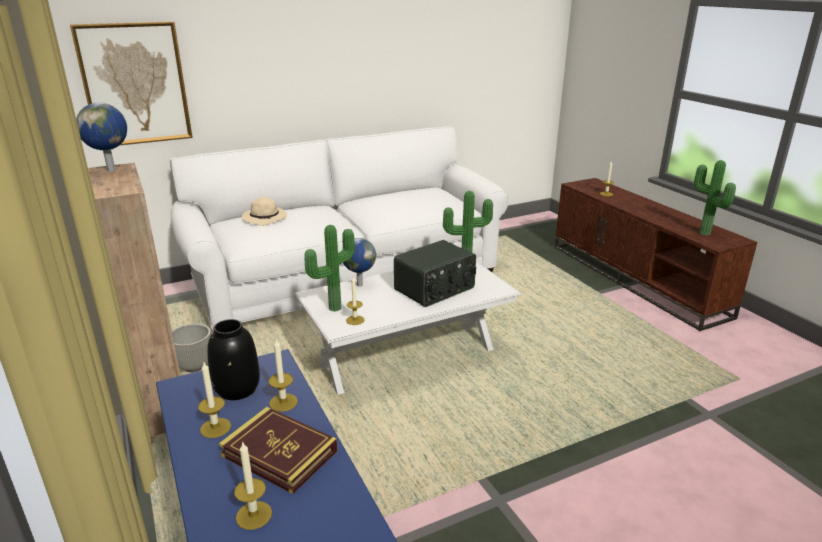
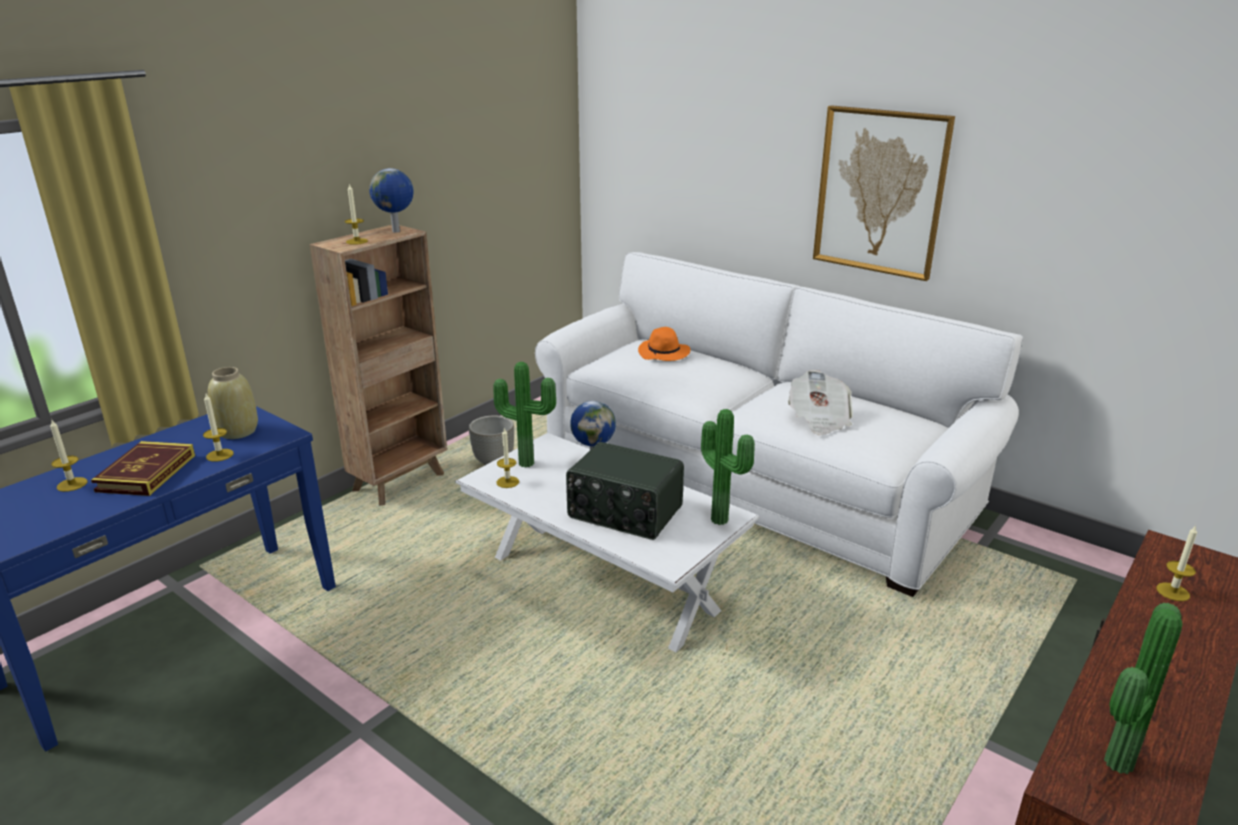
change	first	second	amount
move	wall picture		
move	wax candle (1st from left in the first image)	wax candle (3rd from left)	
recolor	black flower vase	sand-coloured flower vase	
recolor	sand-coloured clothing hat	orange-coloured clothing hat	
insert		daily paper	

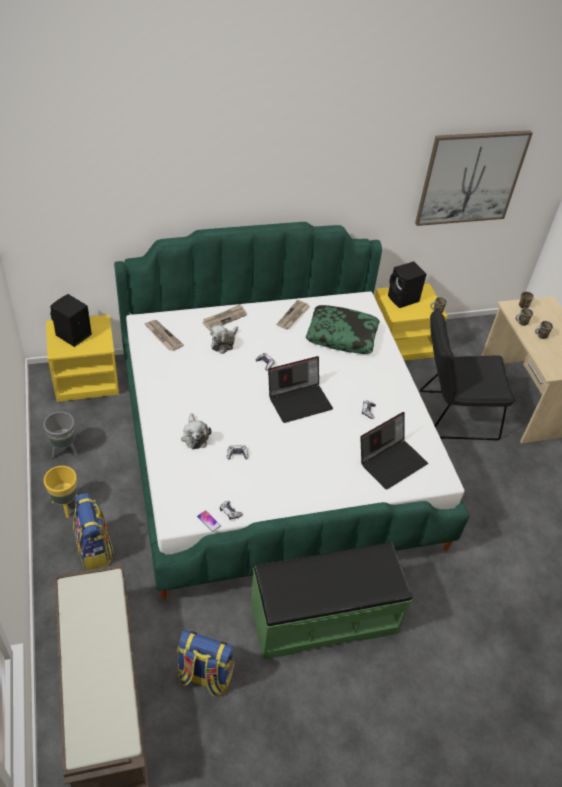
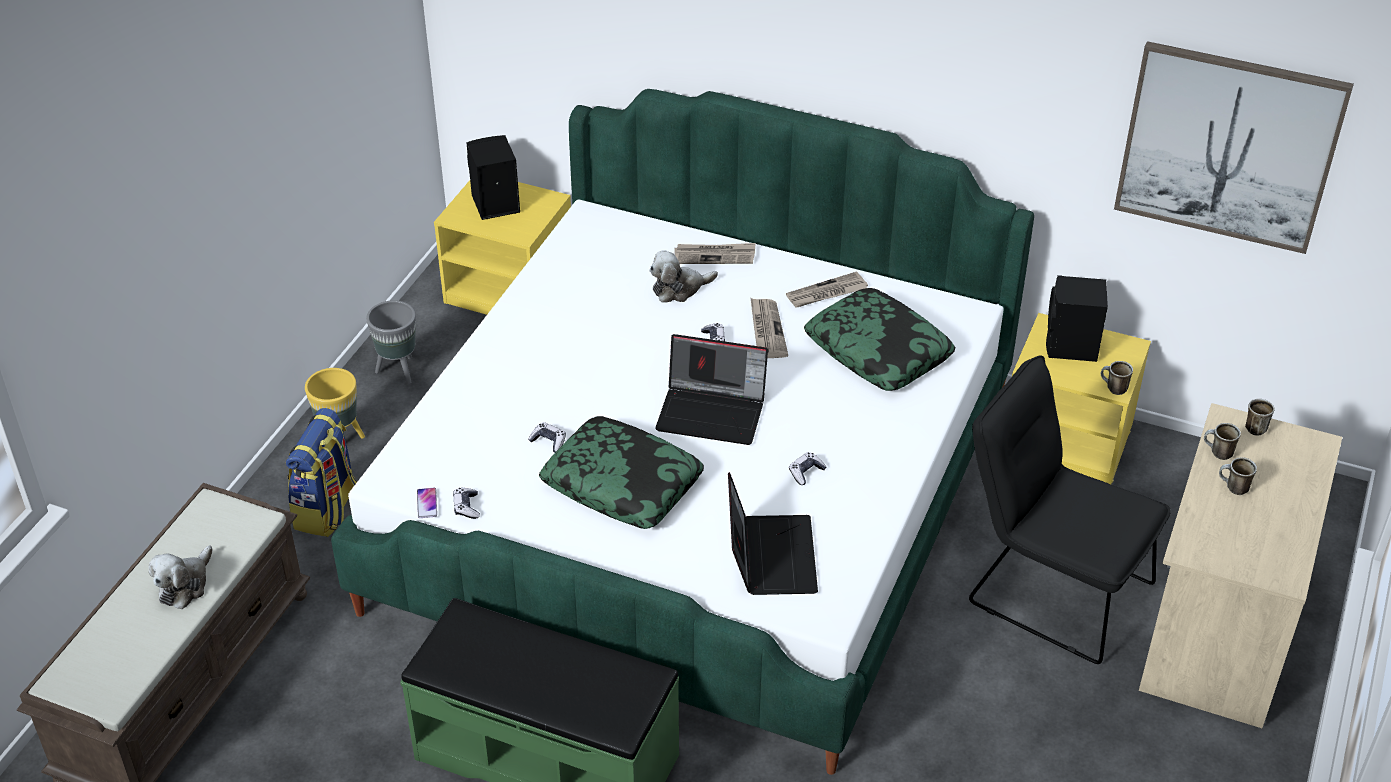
change	first	second	amount
move	daily paper (1st from left in the first image)	daily paper (2nd from left)	
delete	knapsack (2nd from left)		
move	cuddly toy (1st from left)		
rotate	portable computer (2nd from left)		90 degrees counterclockwise
insert		cushion (1st from left)	

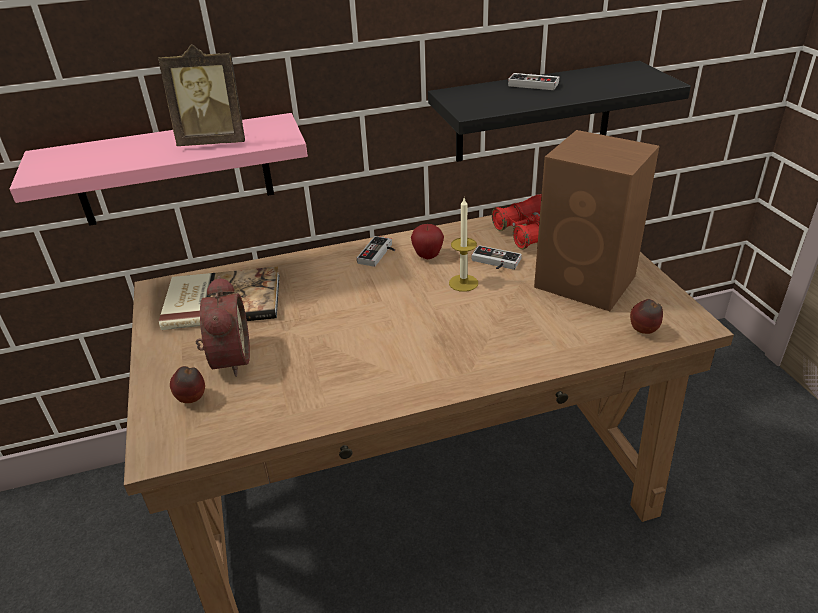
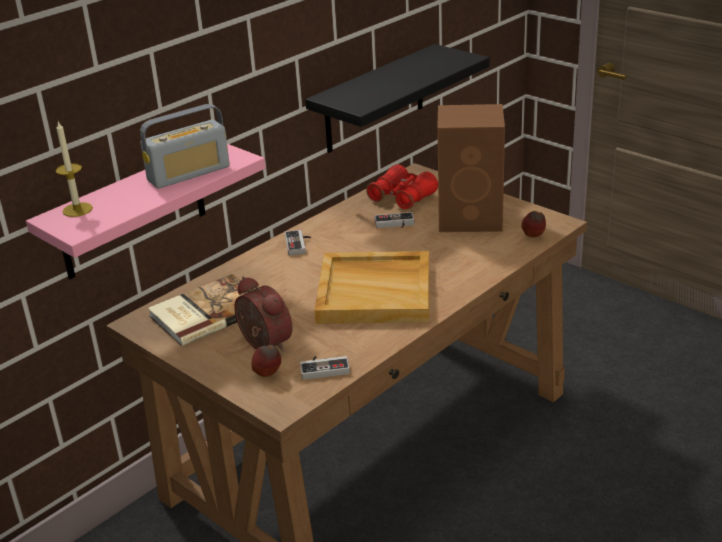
change	first	second	amount
replace	photo frame	radio	
delete	apple fruit (2nd from left)		
move	wax candle		
move	game controller (3rd from left in the first image)	game controller (2nd from left)	
insert		sand-coloured serving tray	

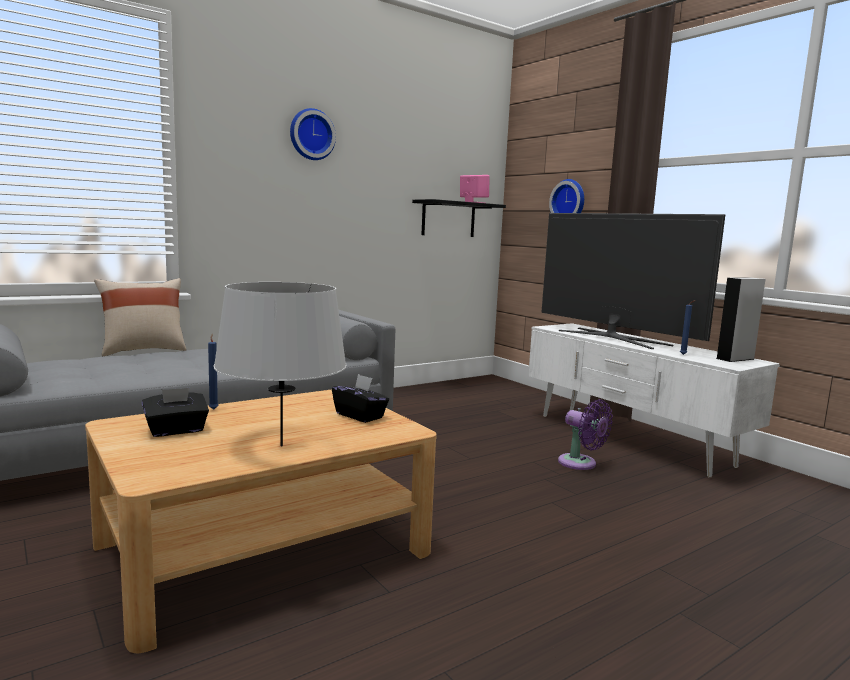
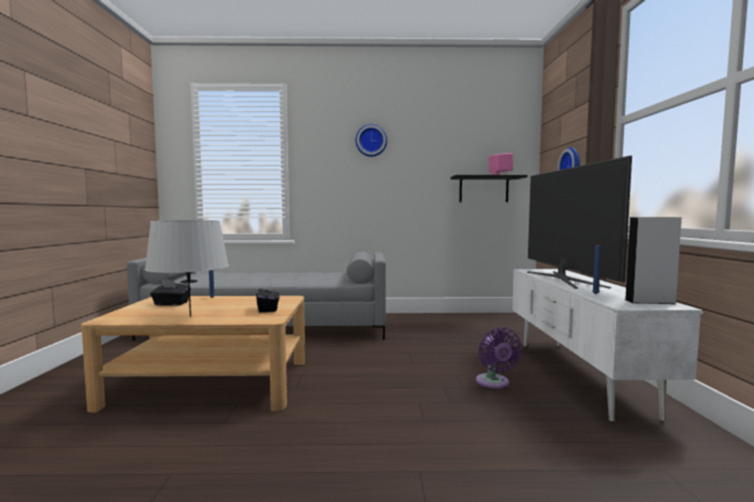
change	first	second	amount
delete	sand-coloured cushion		

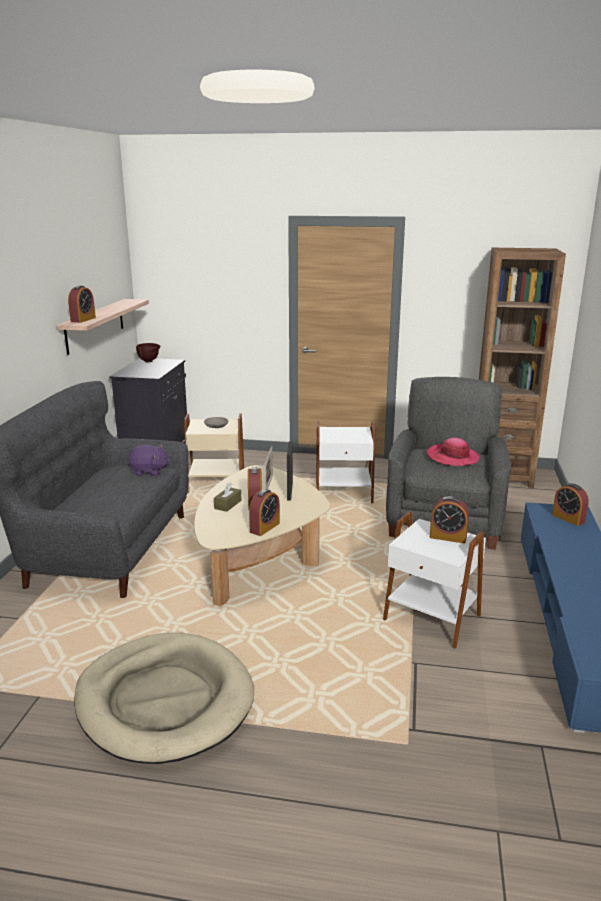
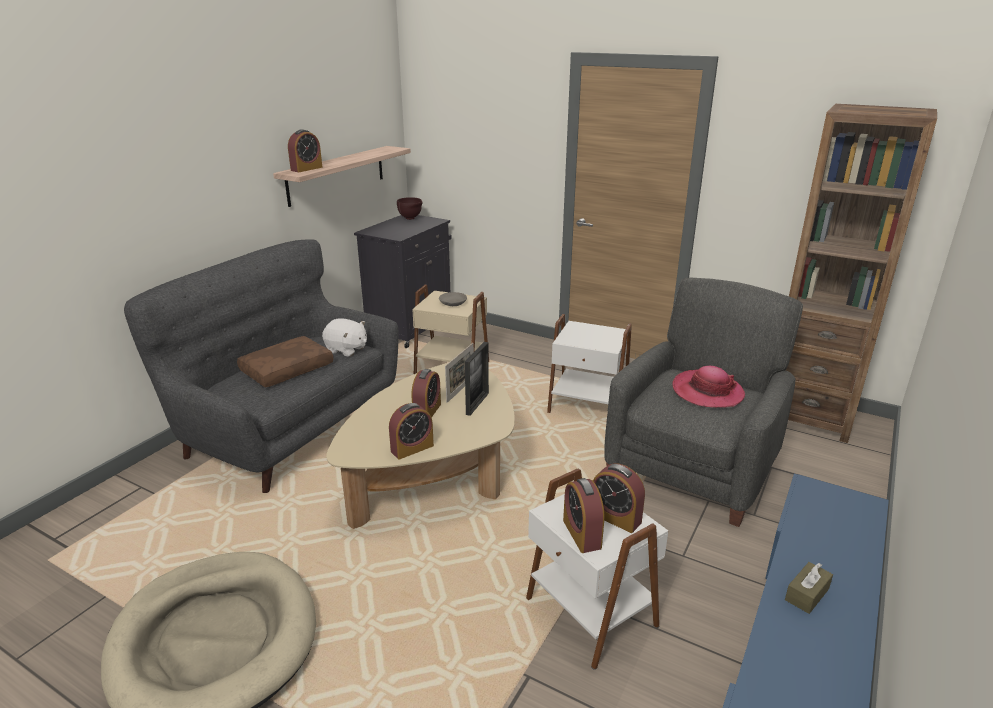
change	first	second	amount
recolor	purple cuddly toy	white-coloured cuddly toy	
move	brown-coloured box of tissues		
move	table clock (5th from left in the first image)	table clock (4th from left)	
insert		brown-coloured cushion	

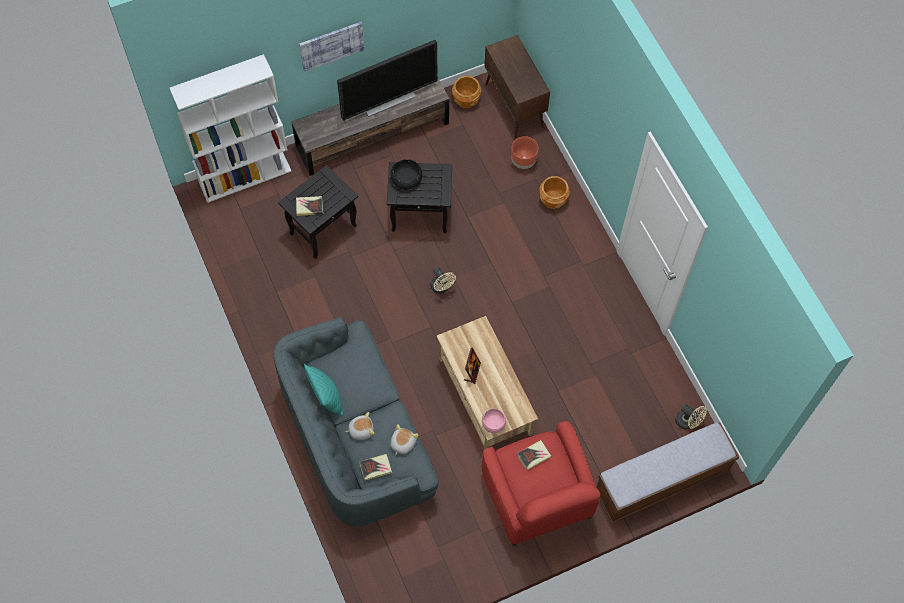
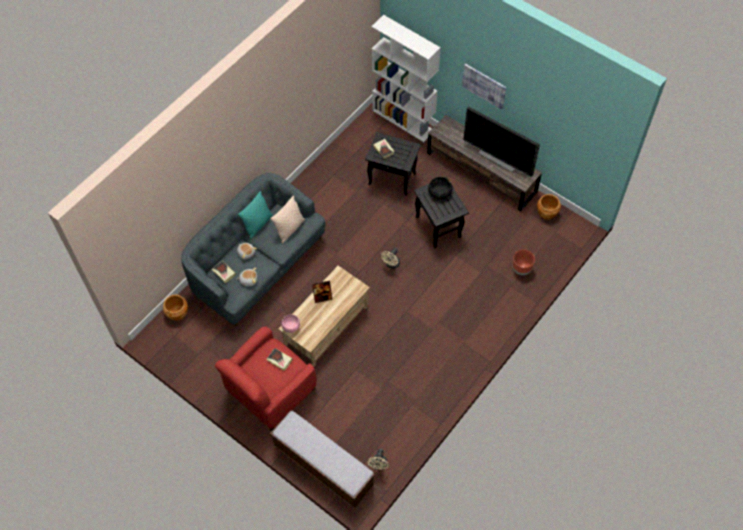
change	first	second	amount
delete	brown-coloured storage cabinet		
move	brown-coloured plant pot (3rd from left in the first image)	brown-coloured plant pot (1st from left)	
insert		sand-coloured cushion	

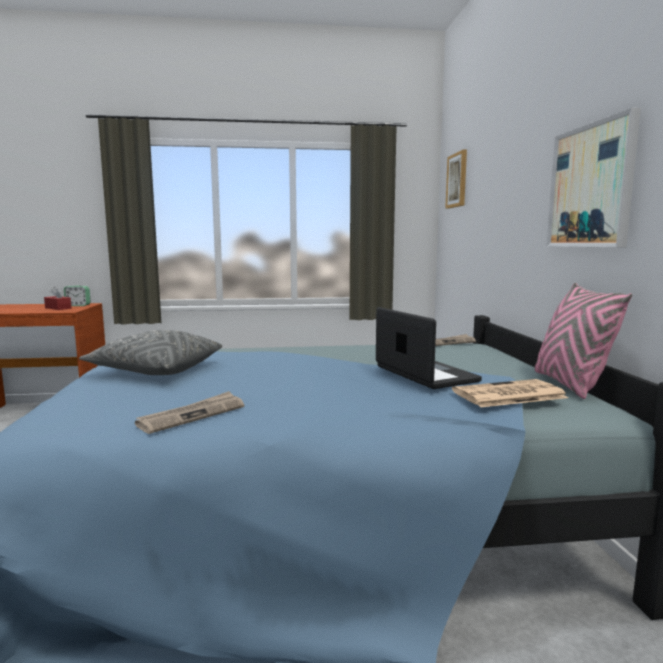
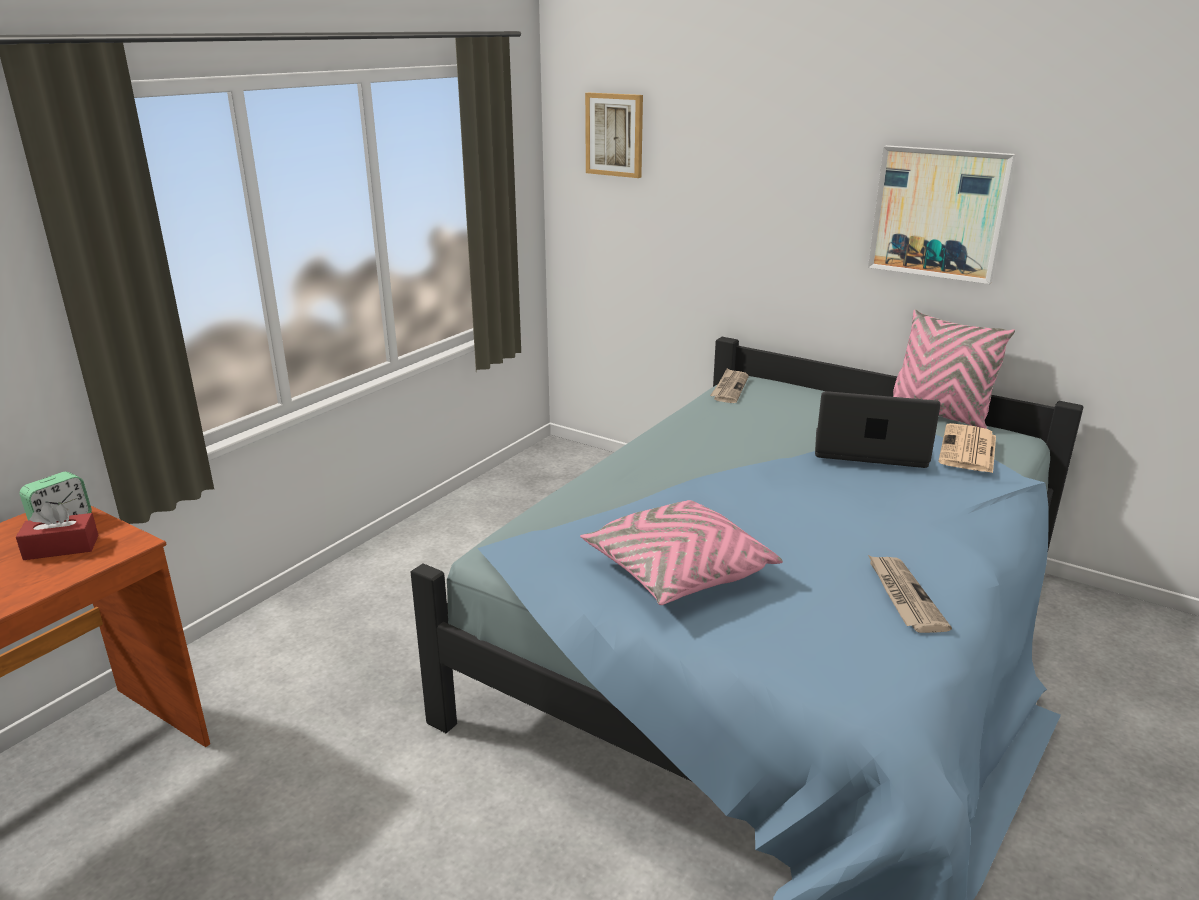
change	first	second	amount
recolor	greyish cushion	pinkish cushion (1st from left)	

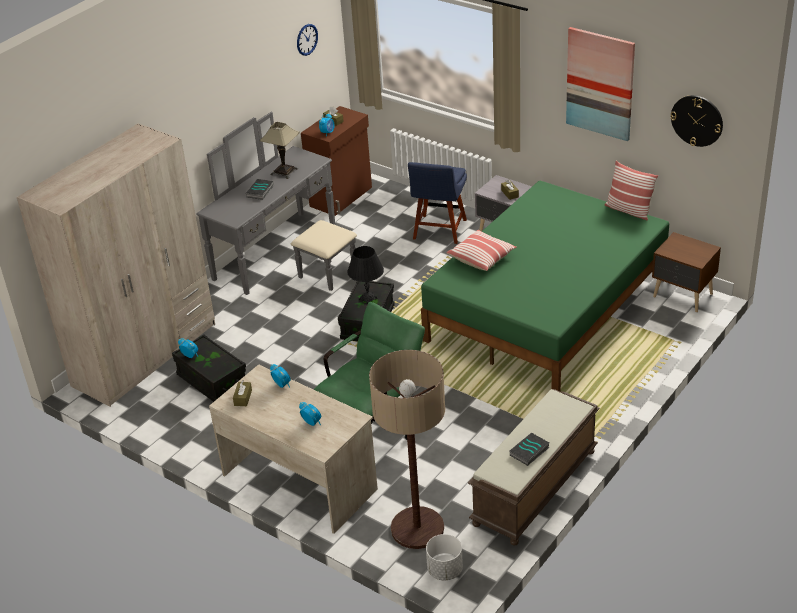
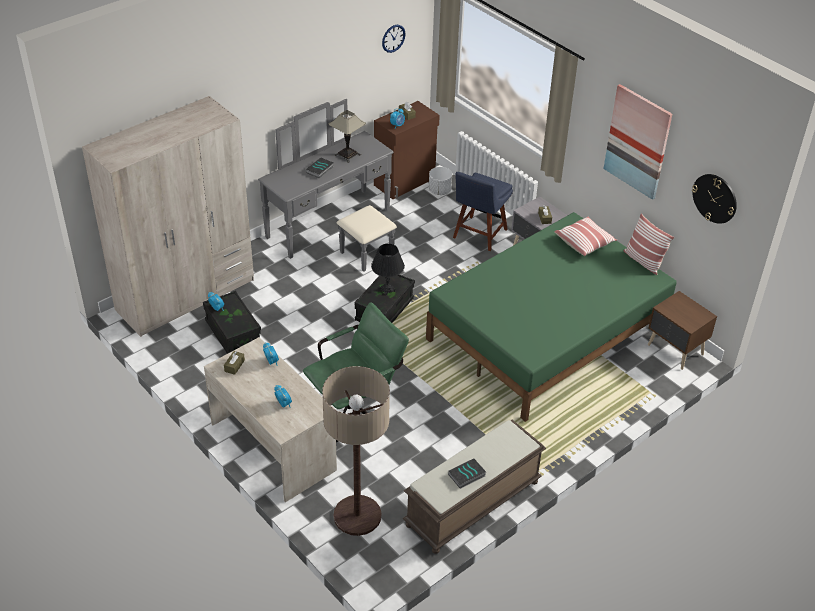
change	first	second	amount
move	white-coloured plant pot		
move	cushion (1st from left)		

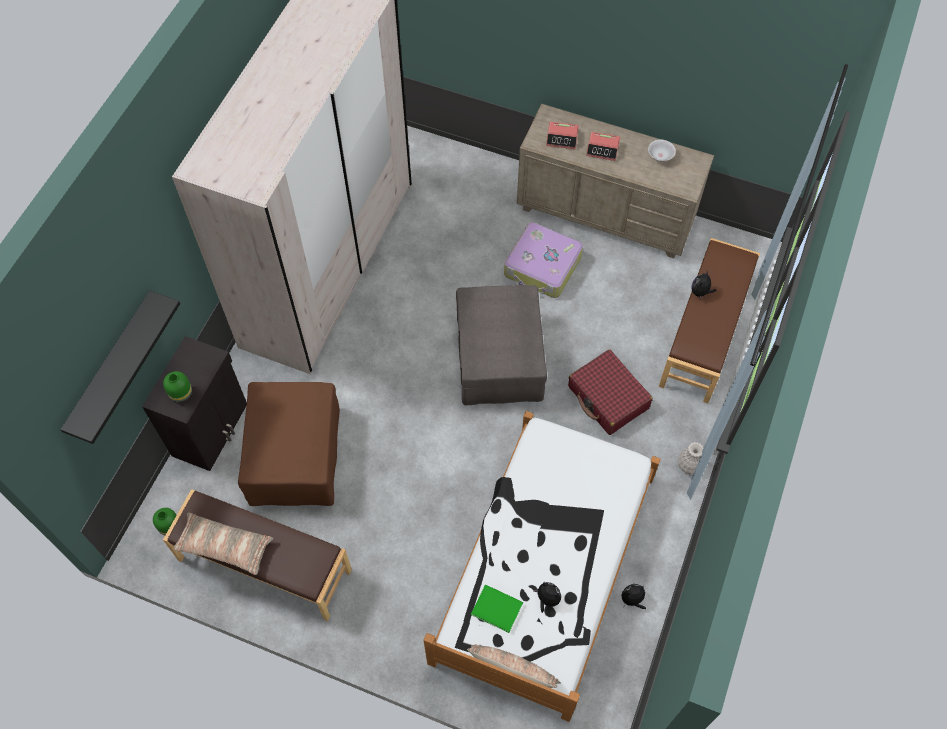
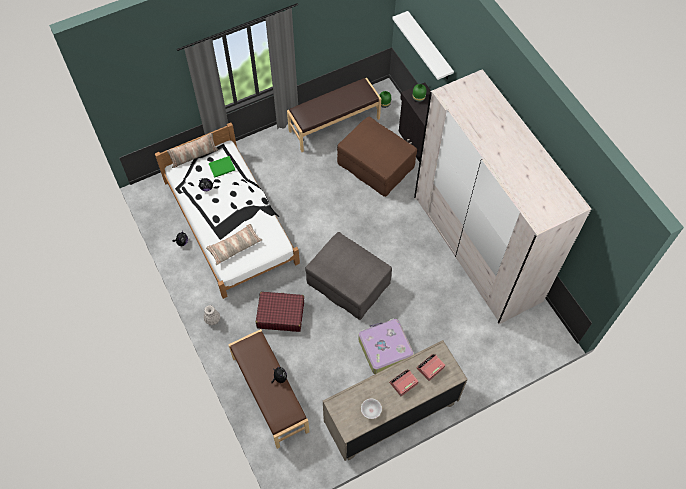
change	first	second	amount
recolor	black shelf	white-coloured shelf	
move	cushion (1st from left in the first image)	cushion (2nd from left)	

